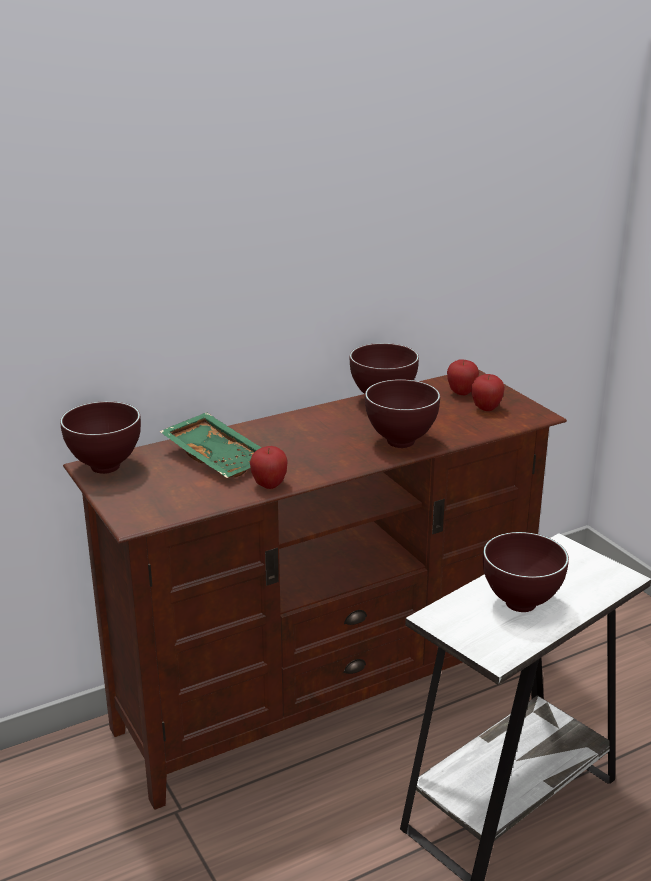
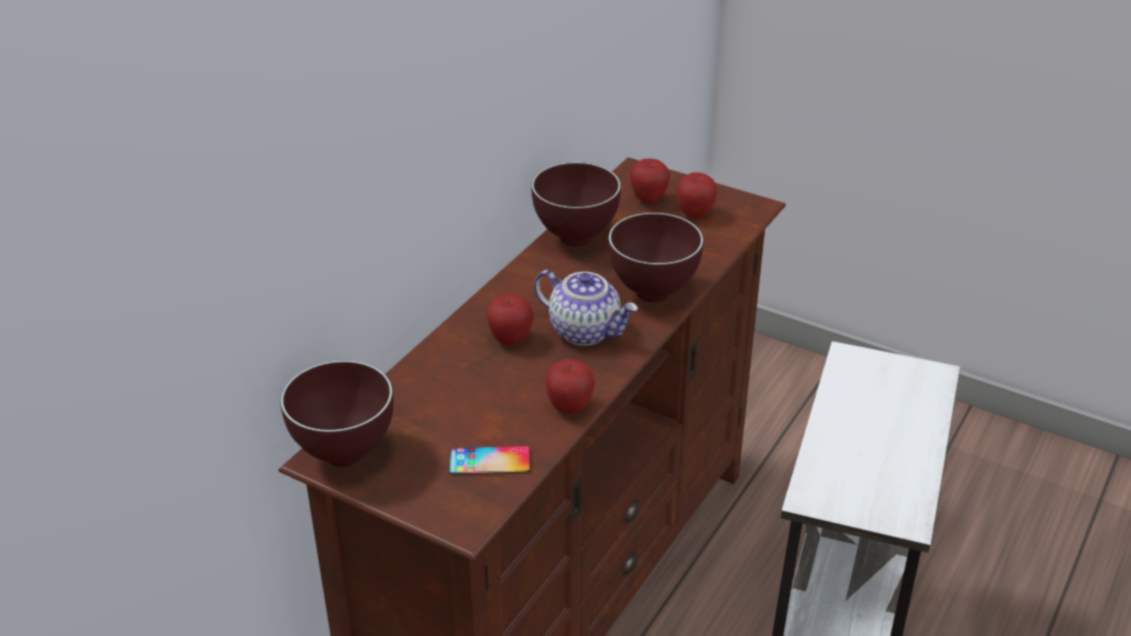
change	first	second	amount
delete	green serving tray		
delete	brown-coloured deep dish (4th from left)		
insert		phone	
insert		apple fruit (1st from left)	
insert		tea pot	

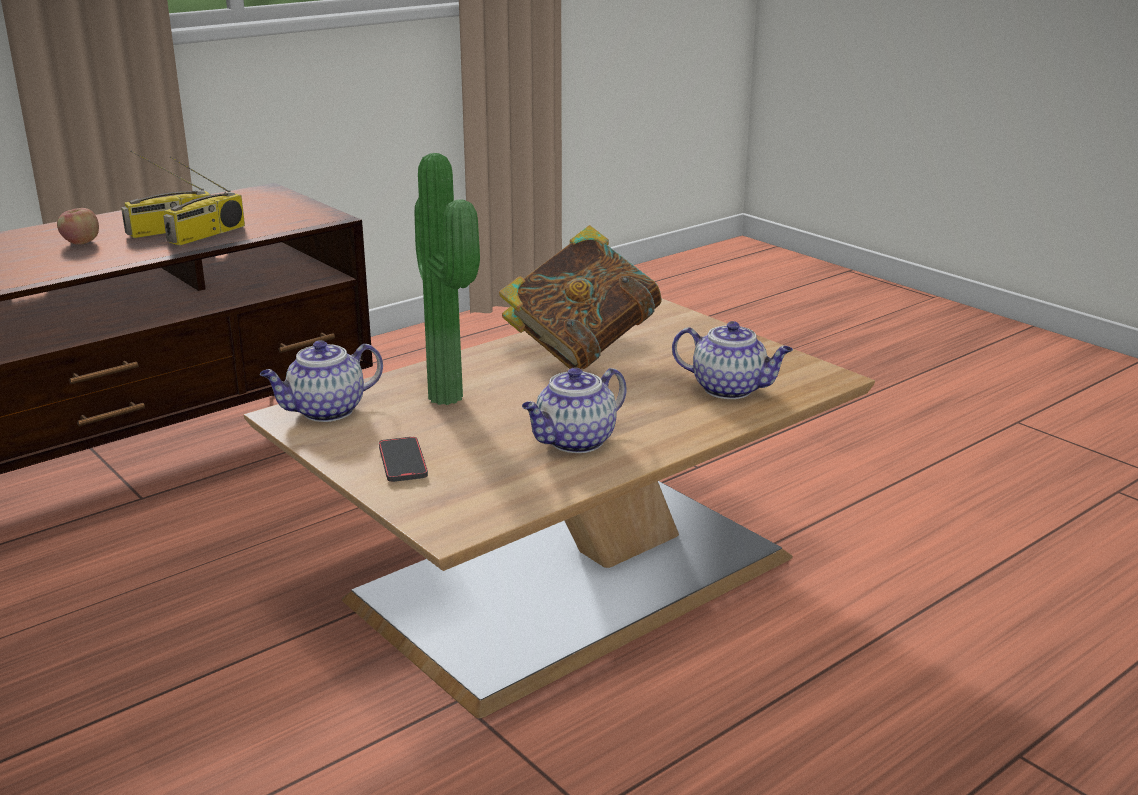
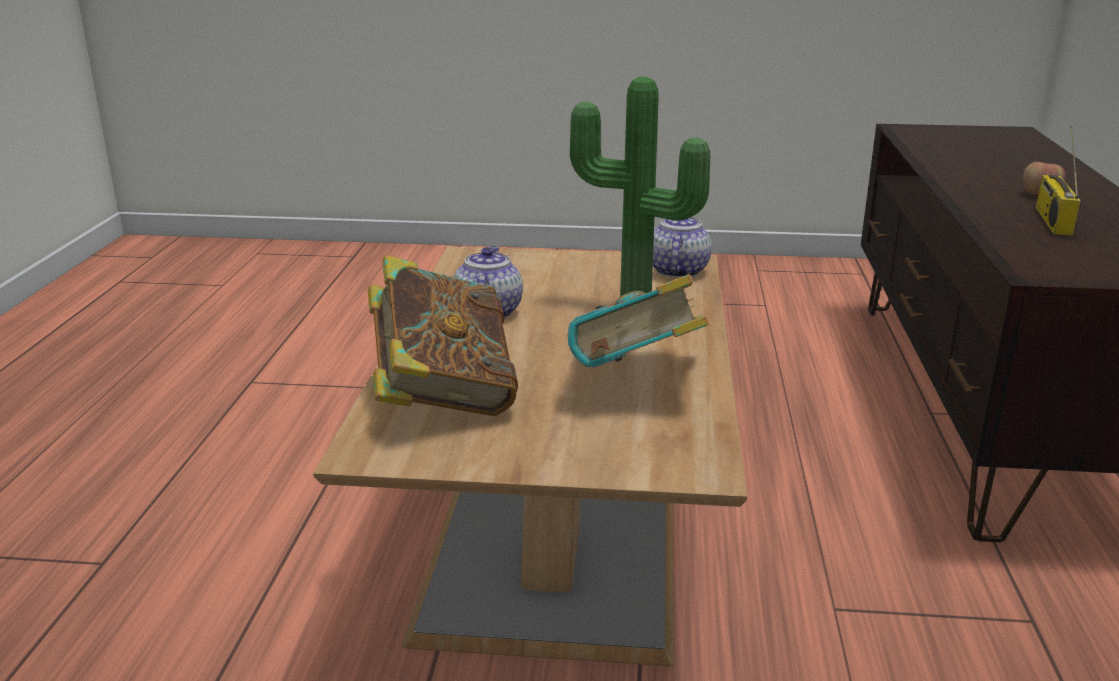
change	first	second	amount
delete	radio (2nd from left)		
delete	phone		
replace	tea pot (3rd from left)	volume (1st from left)	

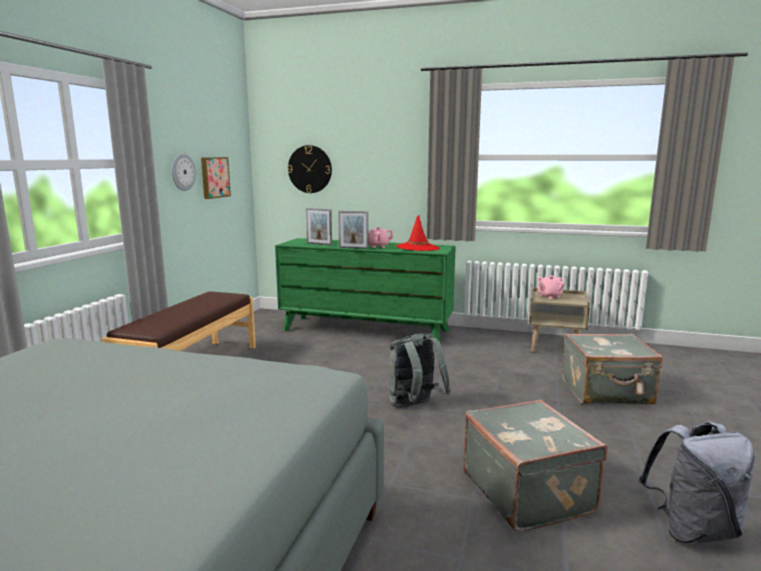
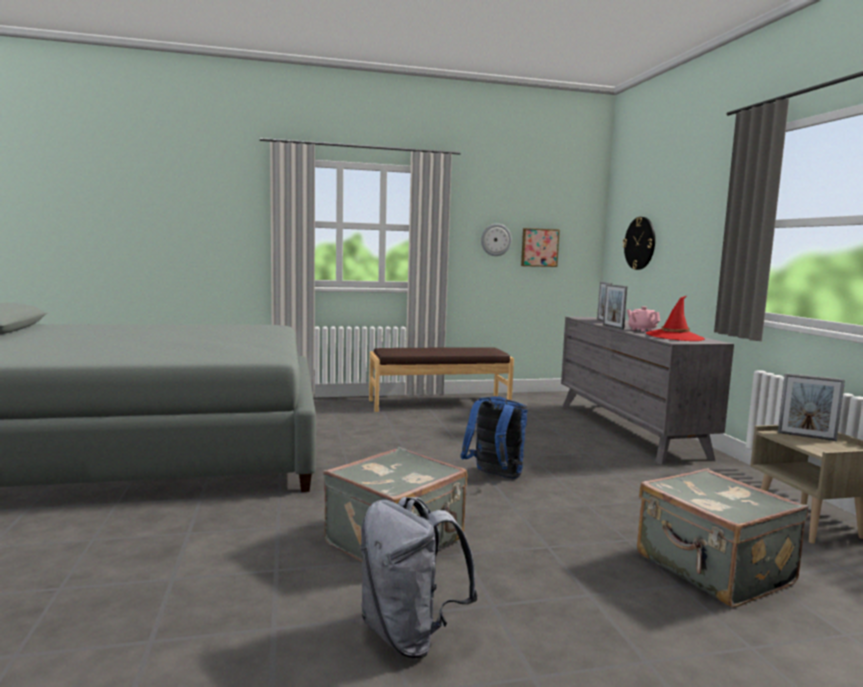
change	first	second	amount
recolor	green dresser	greyish dresser	
recolor	greyish knapsack (1st from left)	blue-coloured knapsack	
replace	pinkish tea pot (2nd from left)	photo frame (3rd from left)	

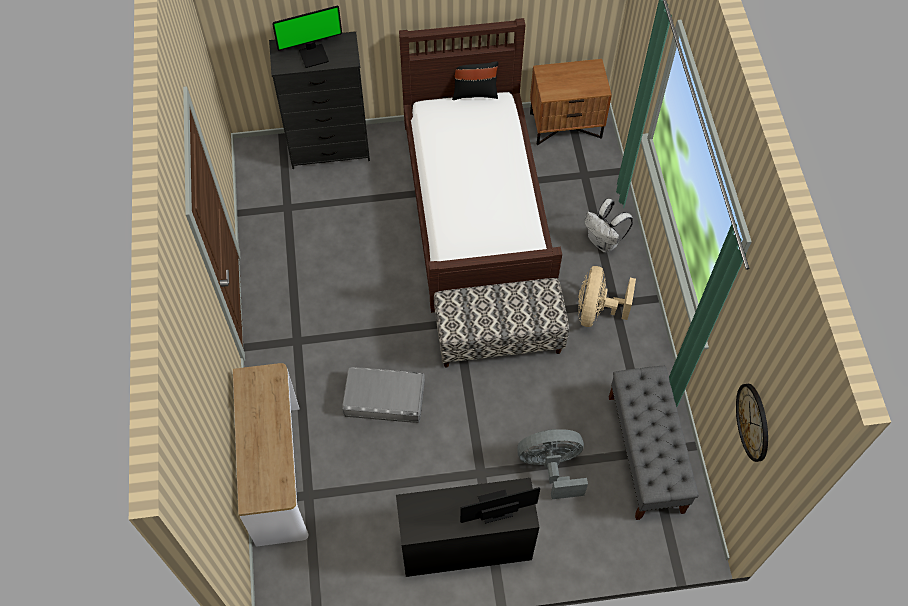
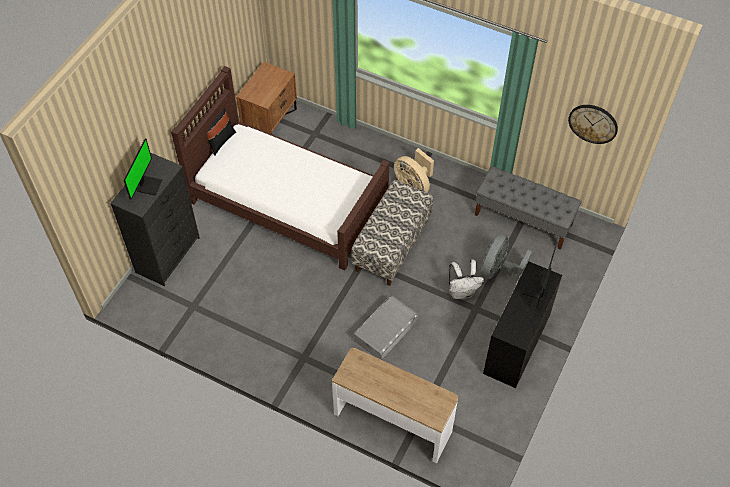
change	first	second	amount
move	white-coloured knapsack		

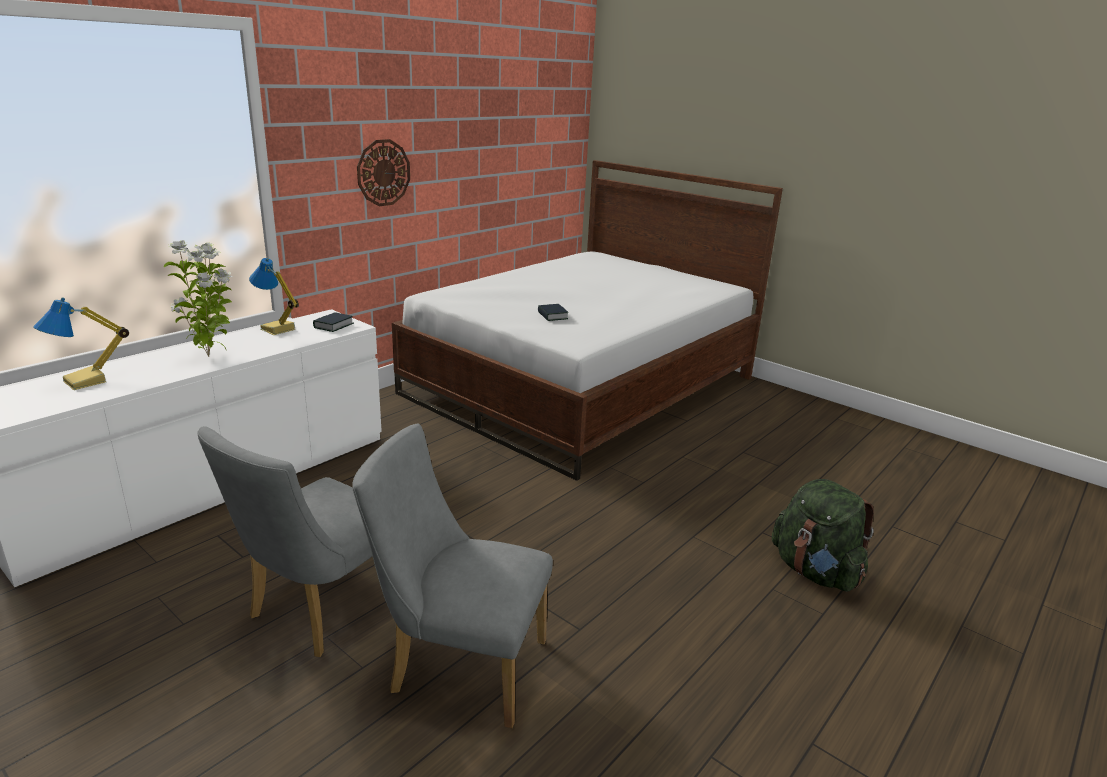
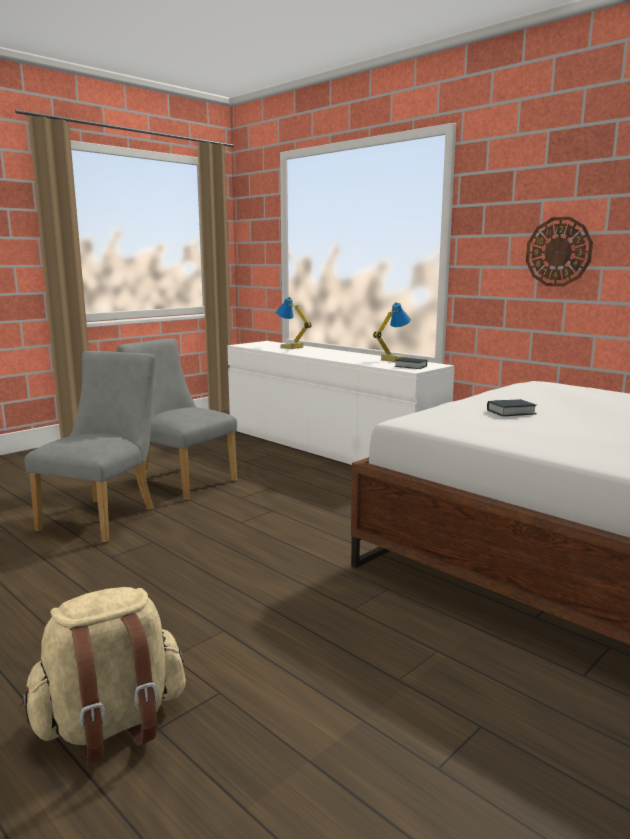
change	first	second	amount
delete	plant in a pot		
recolor	green knapsack	sand-coloured knapsack	

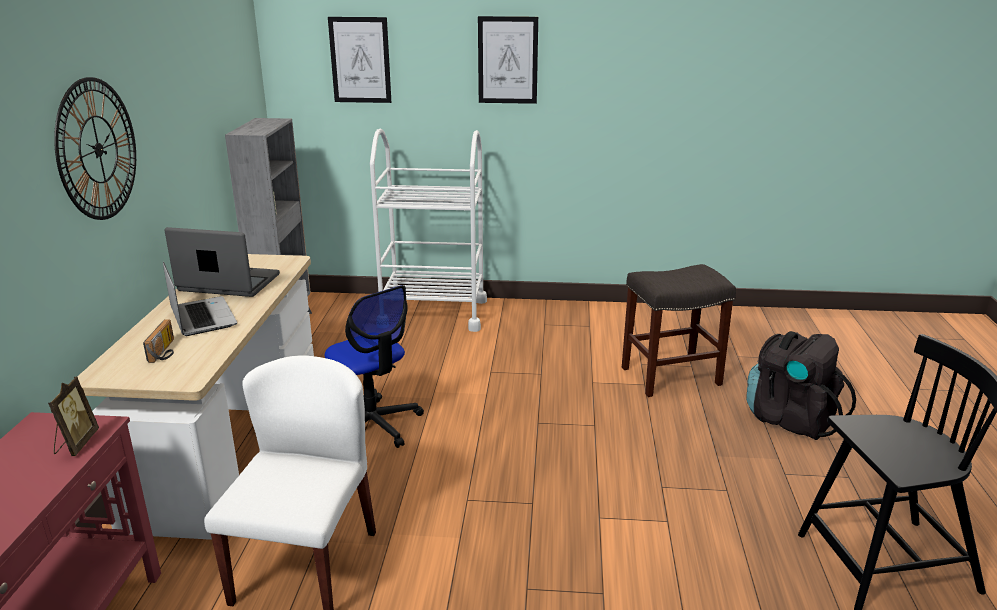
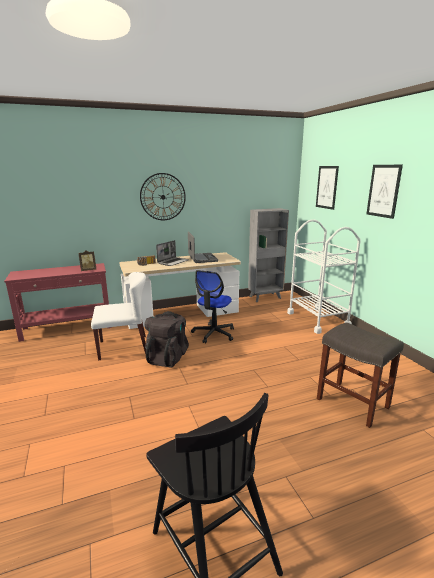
change	first	second	amount
move	black knapsack		

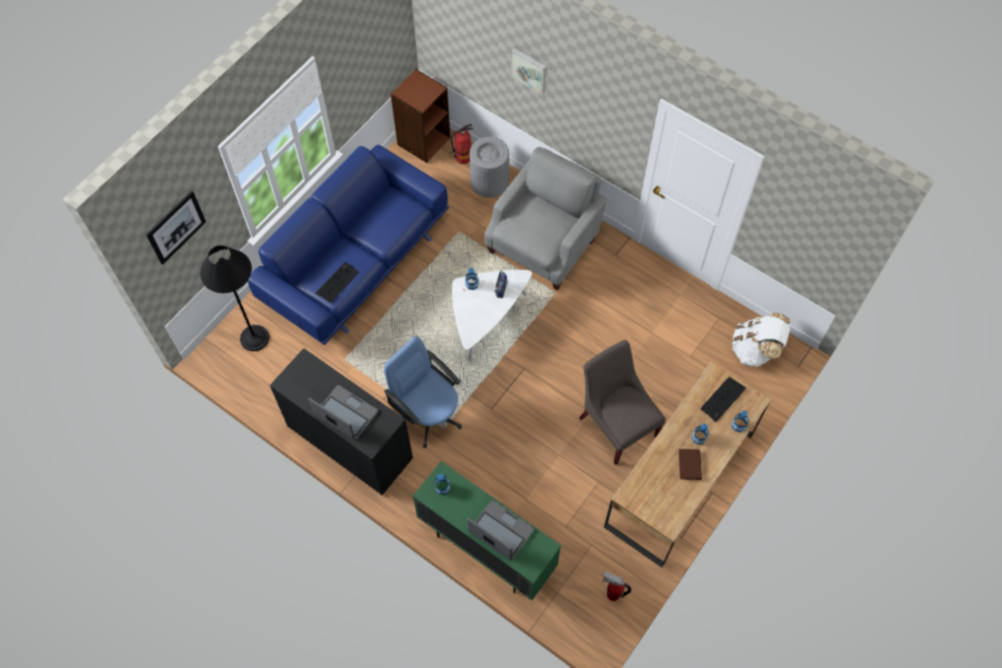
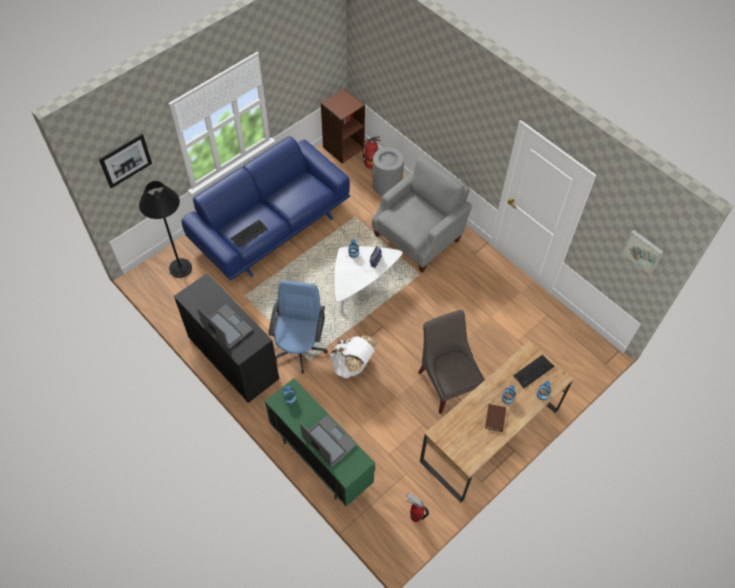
change	first	second	amount
rotate	blue-coloured desk chair		45 degrees clockwise
move	wall picture (2nd from left)		
move	white-coloured knapsack		

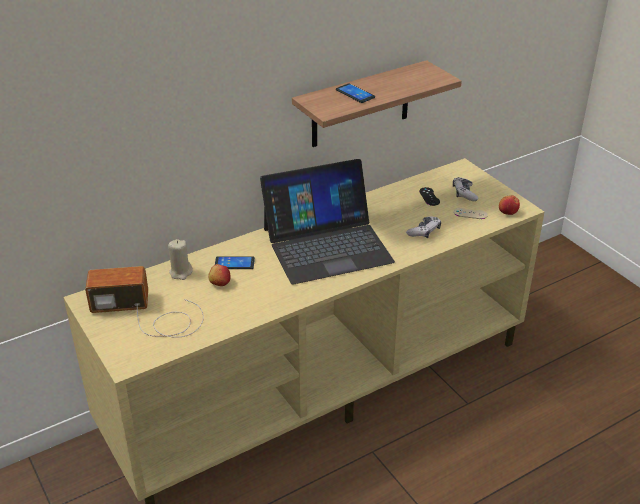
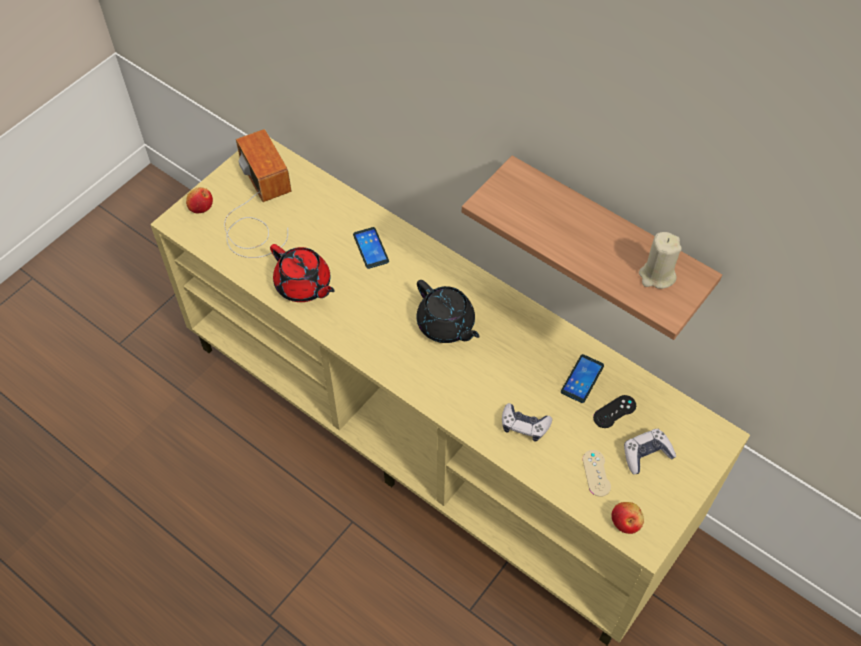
change	first	second	amount
move	sand-coloured wax candle		
move	apple fruit (1st from left)		
replace	portable computer	black tea pot	
move	phone (2nd from left)		
insert		red-coloured tea pot	

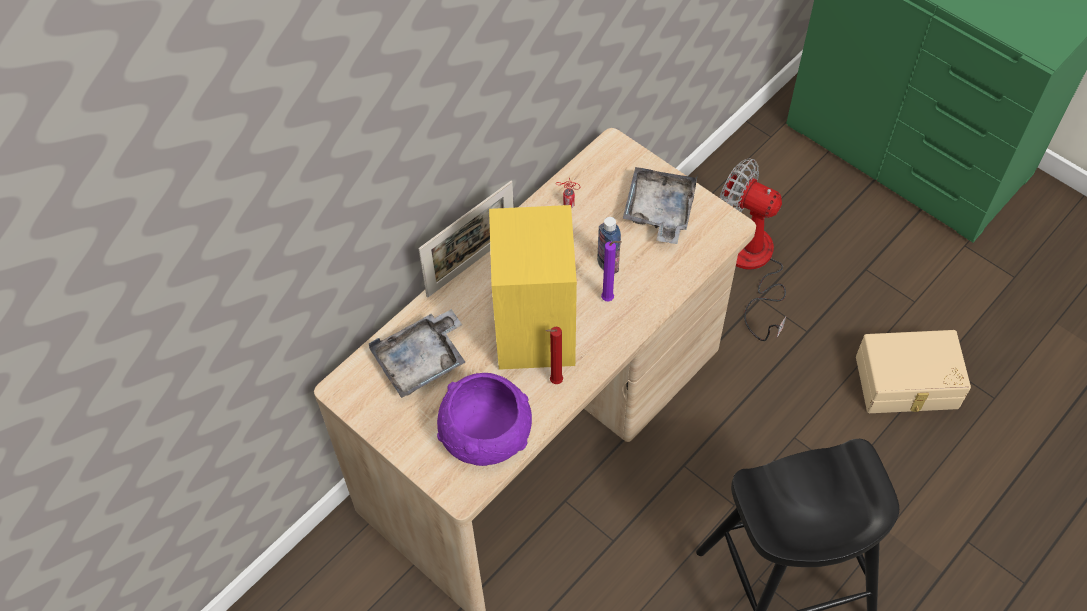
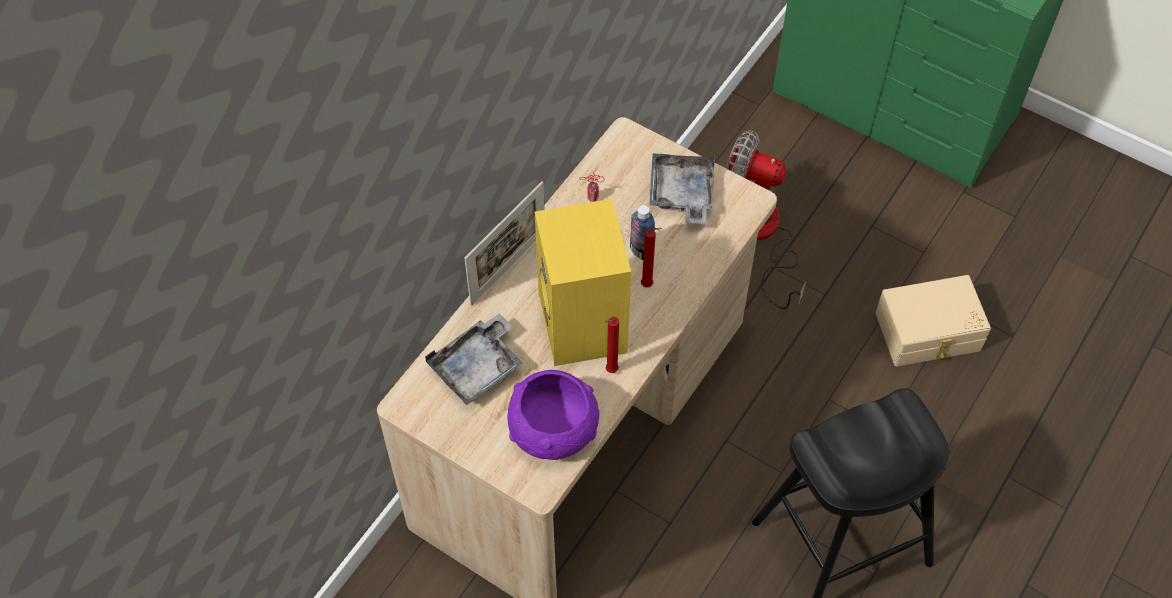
change	first	second	amount
recolor	purple wax candle	red-coloured wax candle (2nd from left)	

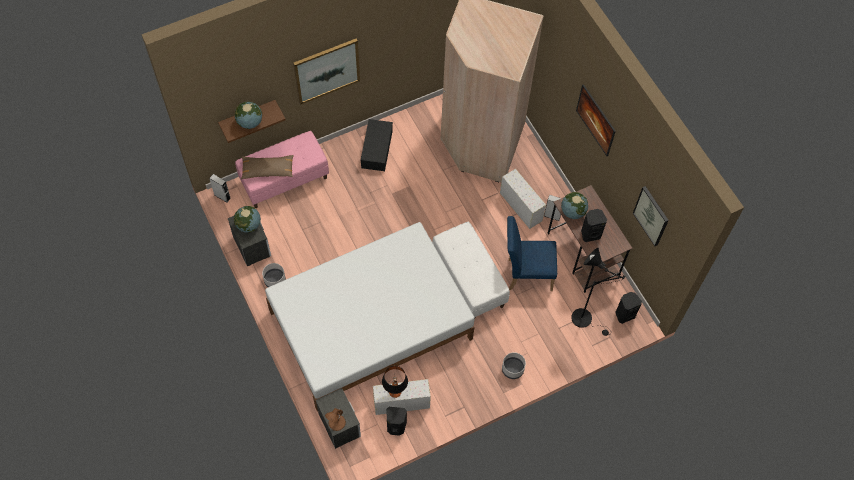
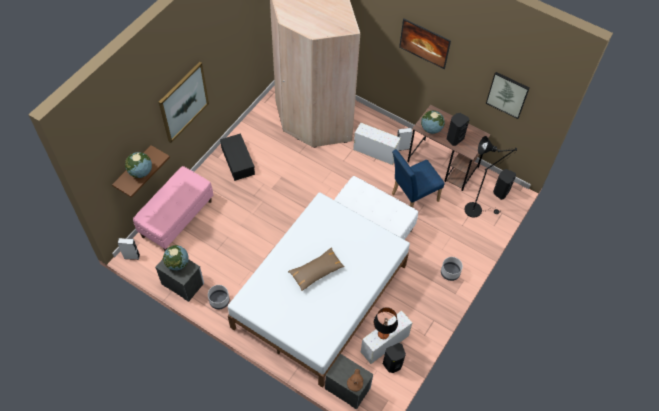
change	first	second	amount
move	brown-coloured cushion		

